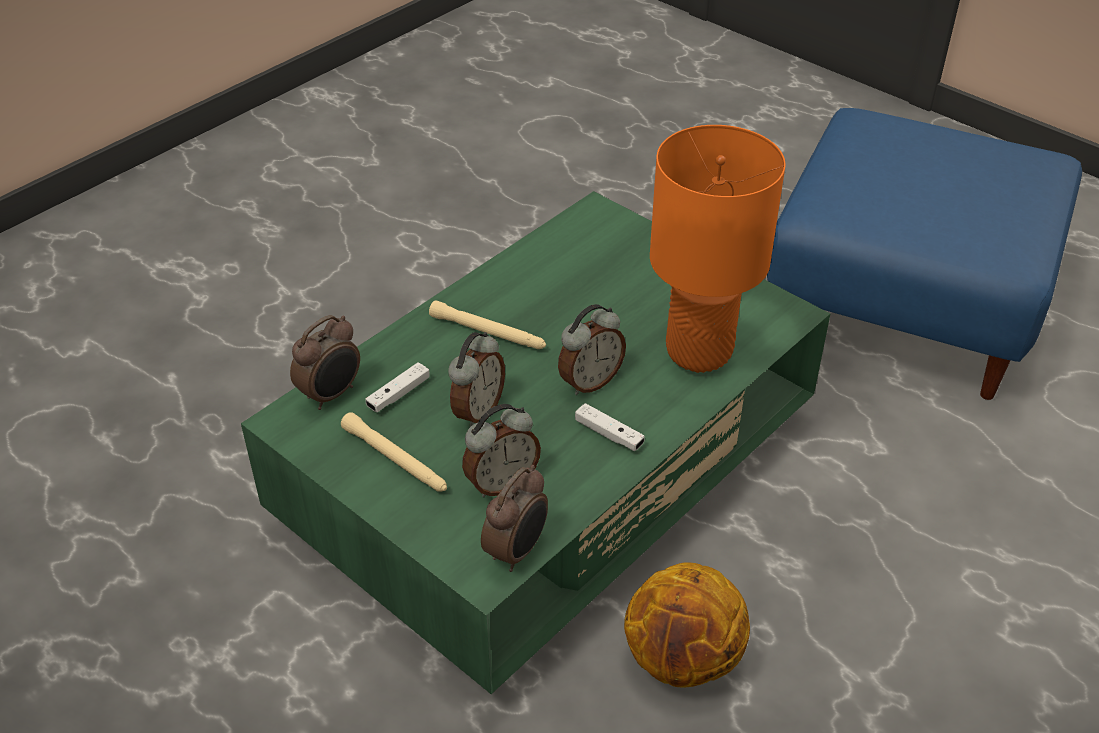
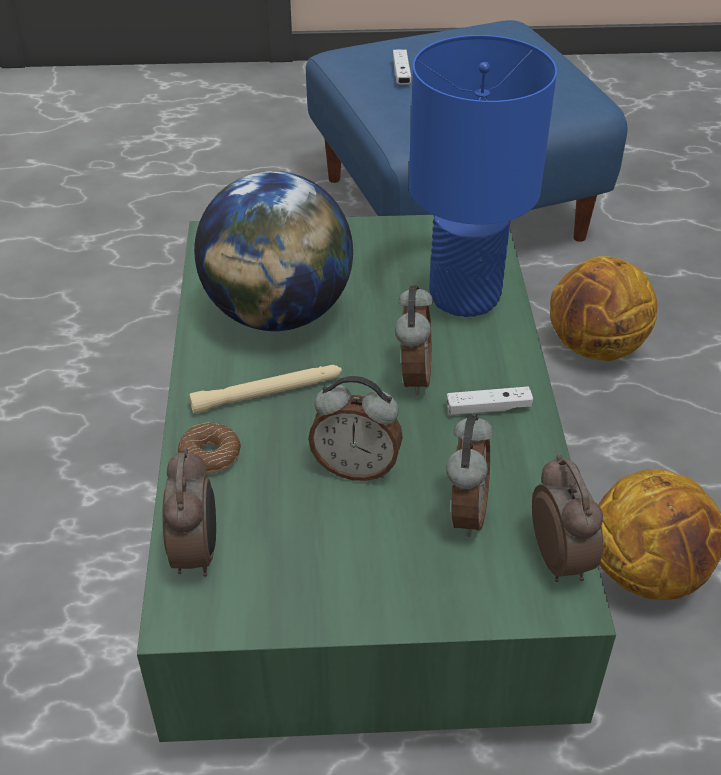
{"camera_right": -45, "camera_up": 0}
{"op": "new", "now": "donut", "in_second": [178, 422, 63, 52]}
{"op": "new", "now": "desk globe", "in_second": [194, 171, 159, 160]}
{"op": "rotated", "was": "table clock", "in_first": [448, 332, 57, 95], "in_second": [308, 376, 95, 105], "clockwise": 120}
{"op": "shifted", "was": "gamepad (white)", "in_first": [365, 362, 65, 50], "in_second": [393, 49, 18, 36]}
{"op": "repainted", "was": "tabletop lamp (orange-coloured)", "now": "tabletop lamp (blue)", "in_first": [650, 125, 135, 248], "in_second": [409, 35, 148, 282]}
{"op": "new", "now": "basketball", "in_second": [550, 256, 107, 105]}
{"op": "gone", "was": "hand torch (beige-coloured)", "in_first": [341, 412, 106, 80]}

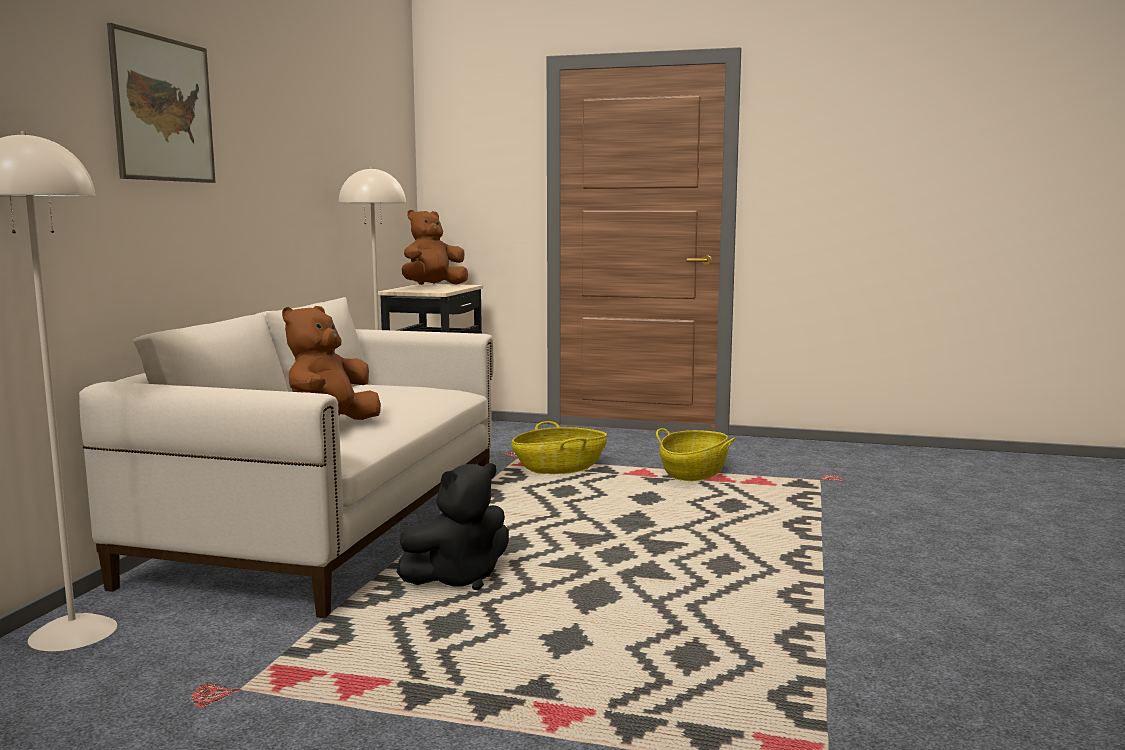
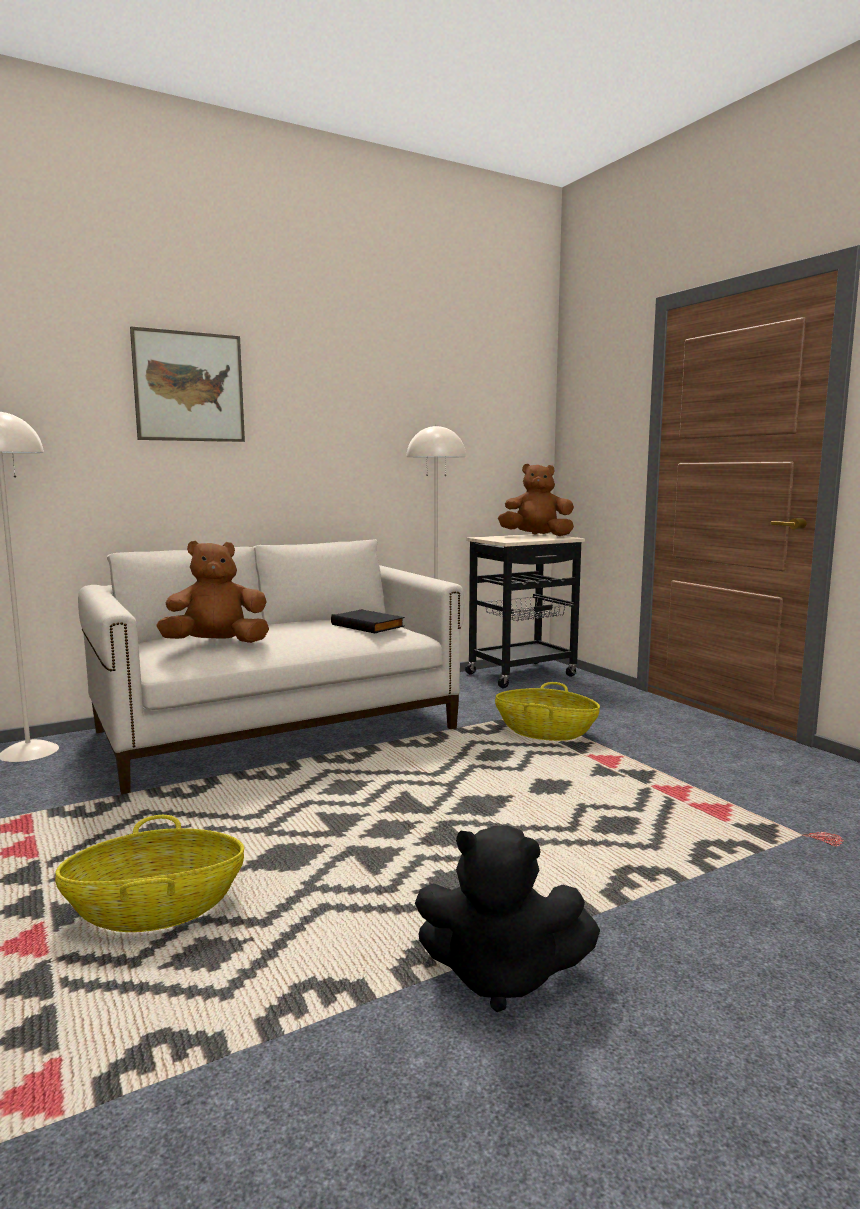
{"camera_right": 45, "camera_up": 0}
{"op": "shifted", "was": "basket", "in_first": [656, 428, 79, 53], "in_second": [55, 815, 189, 117]}
{"op": "new", "now": "volume (blackish)", "in_second": [331, 609, 74, 24]}
{"op": "shifted", "was": "plush toy (blackish)", "in_first": [397, 463, 112, 127], "in_second": [415, 825, 185, 187]}

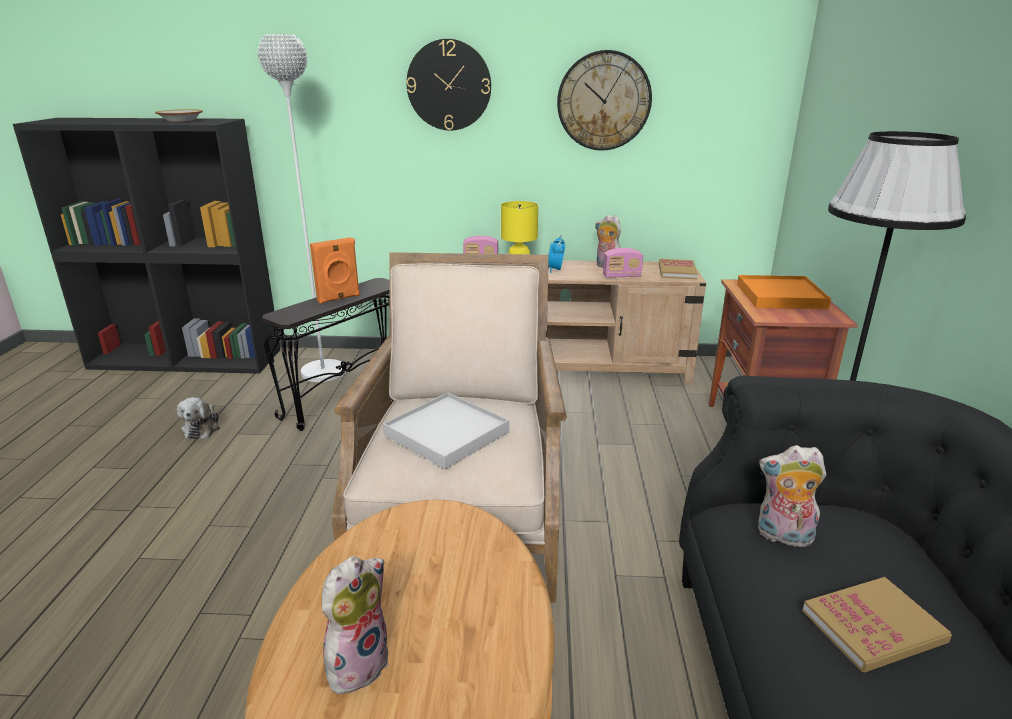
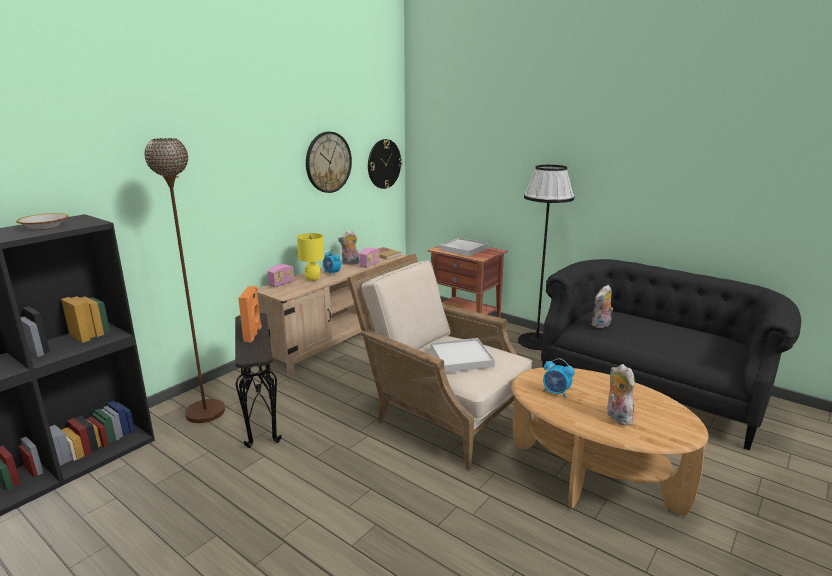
{"camera_right": -55, "camera_up": -5}
{"op": "repainted", "was": "floor lamp (white)", "now": "floor lamp (brownish)", "in_first": [258, 34, 87, 348], "in_second": [145, 138, 80, 285]}
{"op": "shifted", "was": "wall clock", "in_first": [406, 39, 85, 91], "in_second": [368, 139, 34, 50]}
{"op": "repainted", "was": "tray (orange-coloured)", "now": "tray (white)", "in_first": [737, 275, 94, 34], "in_second": [439, 238, 49, 18]}
{"op": "new", "now": "table clock", "in_second": [543, 358, 32, 40]}
{"op": "gone", "was": "plush toy", "in_first": [177, 397, 43, 43]}
{"op": "gone", "was": "volume", "in_first": [802, 577, 150, 96]}

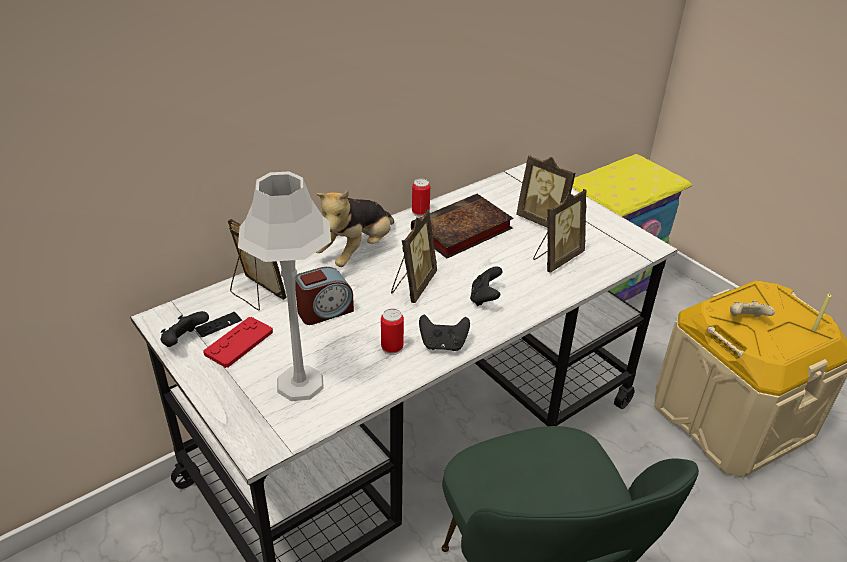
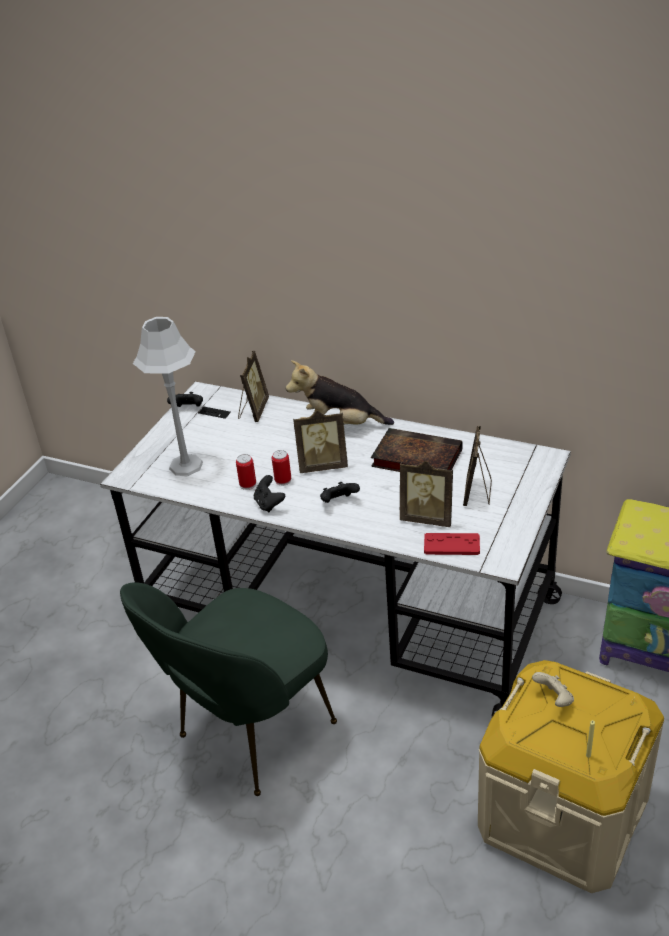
{"camera_right": 65, "camera_up": 0}
{"op": "shifted", "was": "sealed can", "in_first": [412, 179, 18, 38], "in_second": [272, 450, 19, 36]}
{"op": "shifted", "was": "gamepad (reddish)", "in_first": [204, 317, 69, 51], "in_second": [424, 533, 56, 22]}
{"op": "gone", "was": "table clock", "in_first": [295, 267, 59, 58]}

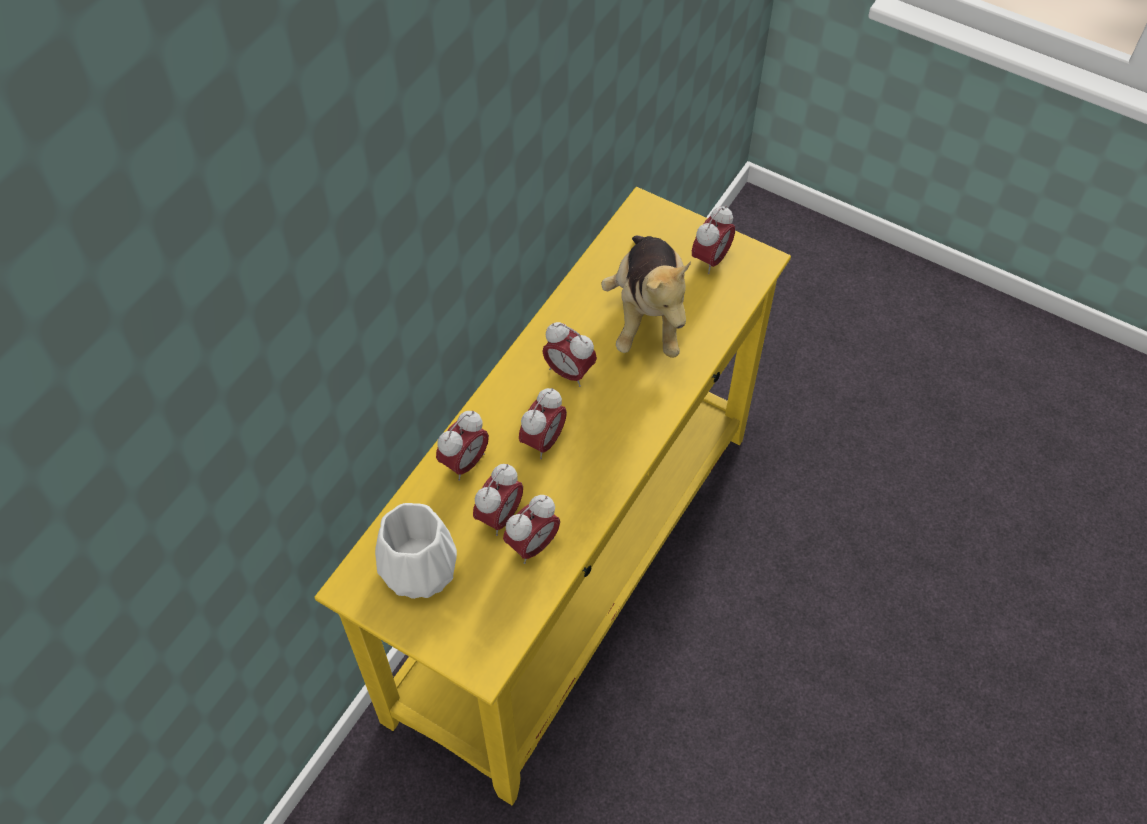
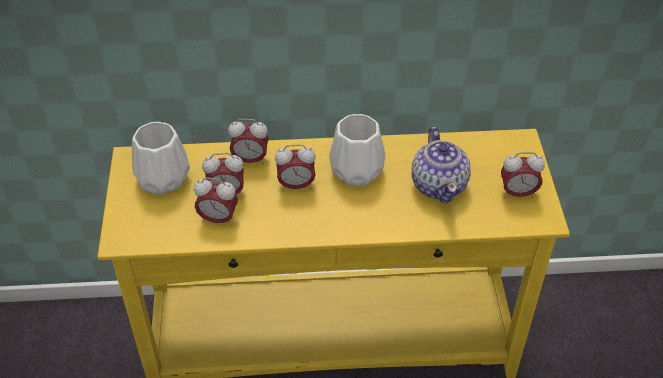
{"camera_right": 55, "camera_up": -10}
{"op": "swapped", "was": "table clock", "now": "decorative vase (white)", "in_first": [542, 322, 55, 65], "in_second": [329, 114, 56, 72]}
{"op": "swapped", "was": "plush toy", "now": "pot for tea", "in_first": [601, 236, 90, 122], "in_second": [412, 127, 59, 76]}

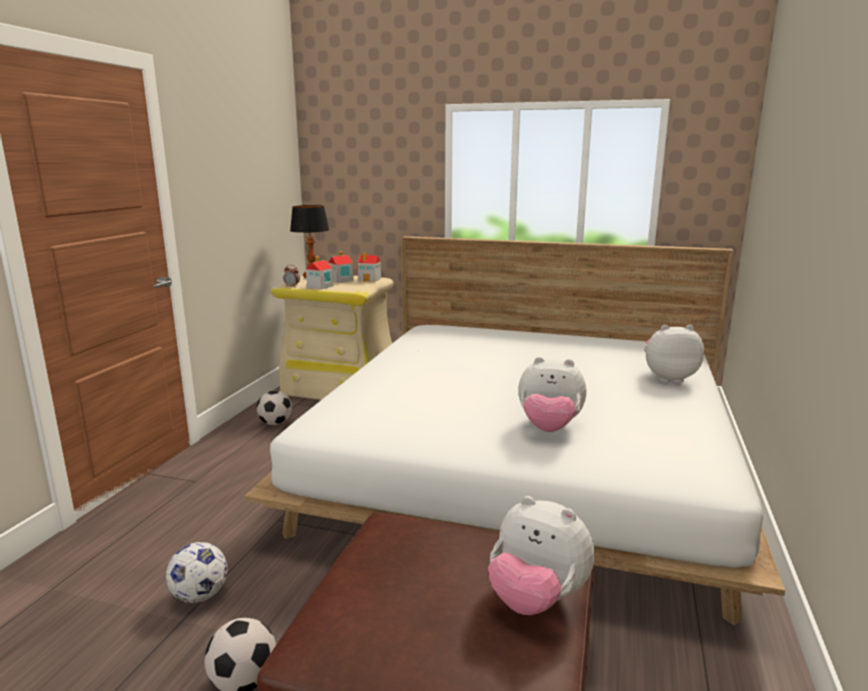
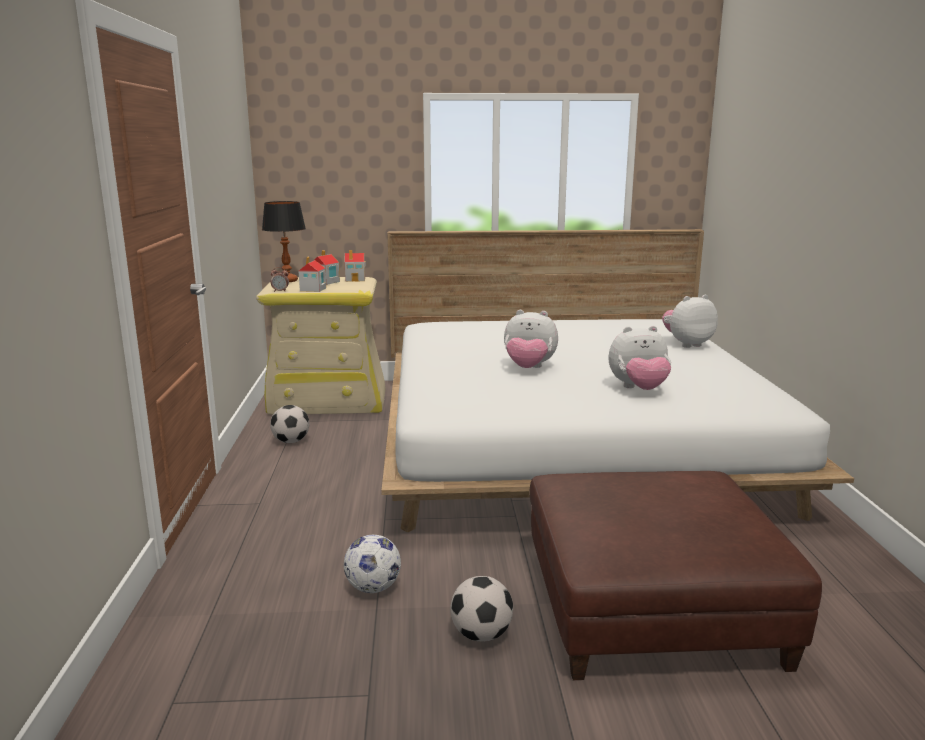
{"camera_right": -20, "camera_up": 0}
{"op": "shifted", "was": "plush toy", "in_first": [488, 496, 106, 119], "in_second": [504, 310, 54, 58]}

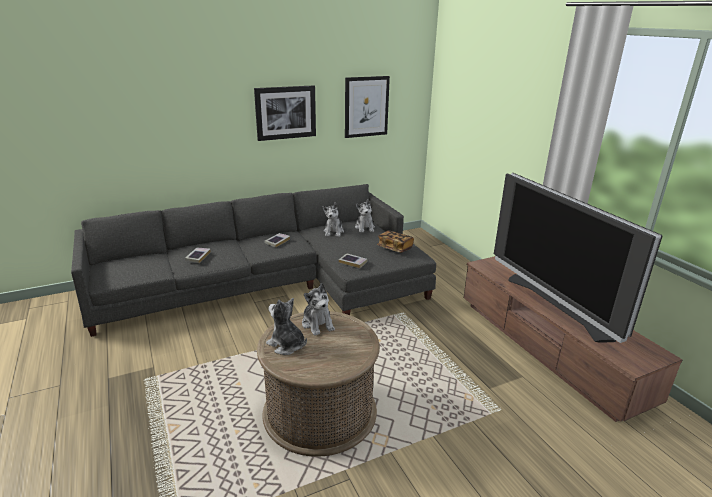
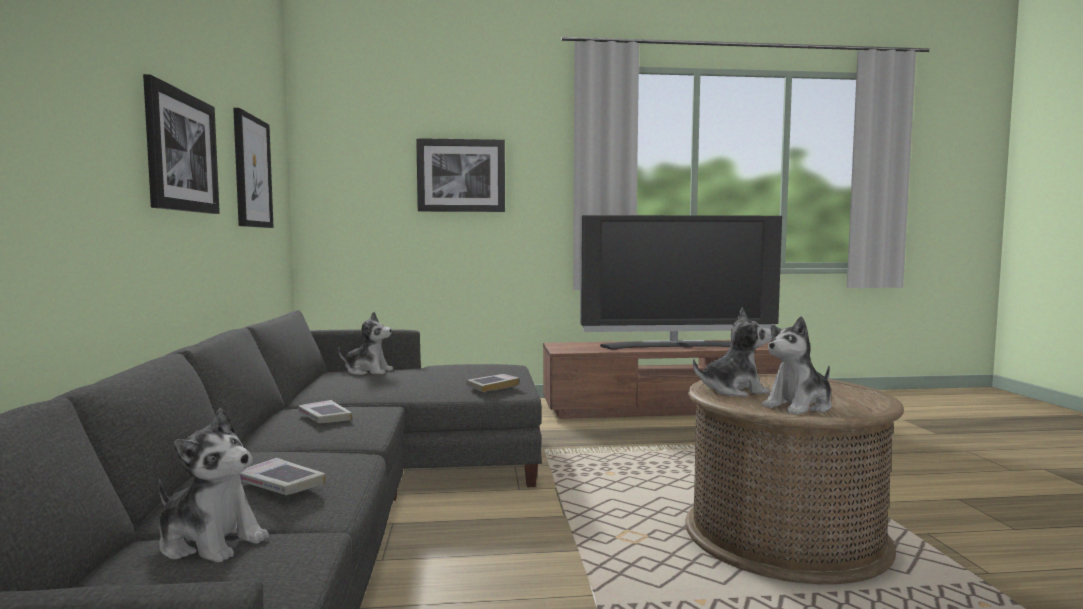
{"camera_right": -70, "camera_up": -20}
{"op": "shifted", "was": "plush toy", "in_first": [323, 203, 21, 34], "in_second": [158, 408, 111, 154]}
{"op": "new", "now": "picture", "in_second": [416, 138, 89, 74]}
{"op": "gone", "was": "volume", "in_first": [377, 231, 37, 22]}

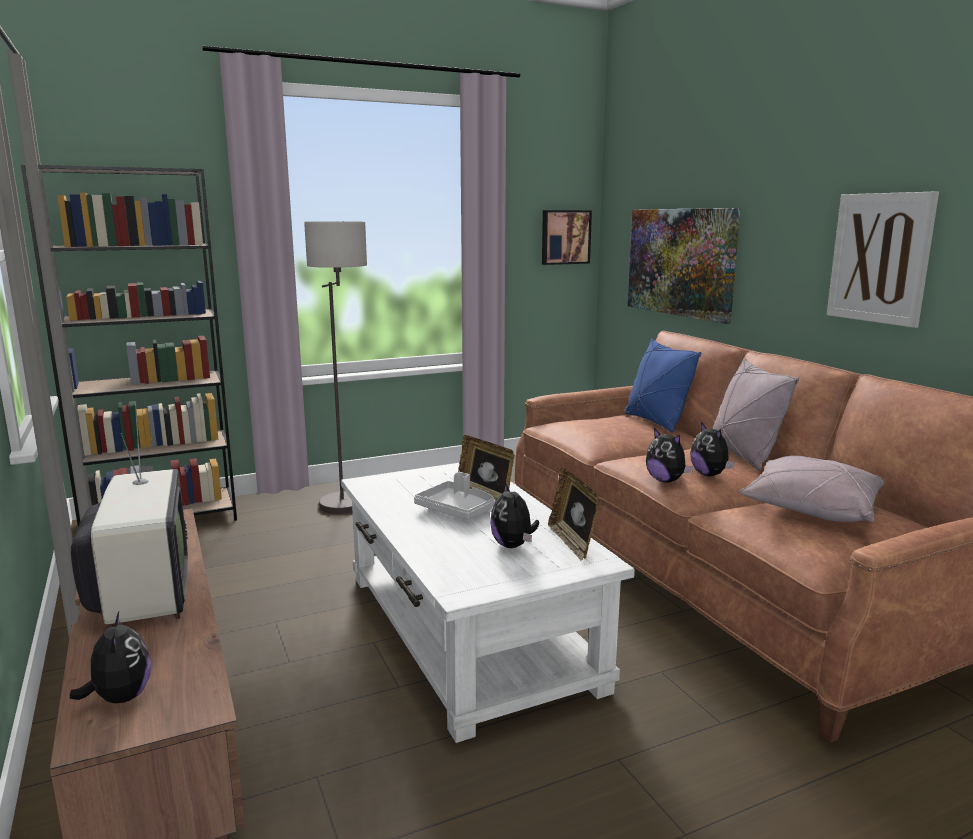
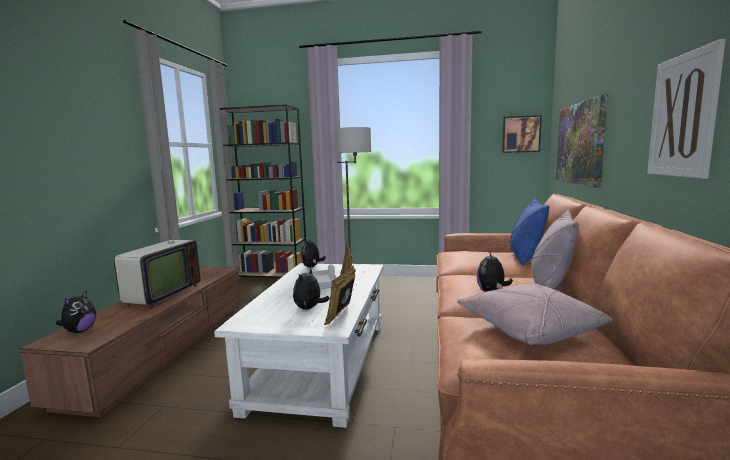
{"camera_right": 35, "camera_up": -5}
{"op": "shifted", "was": "plush toy", "in_first": [646, 428, 47, 55], "in_second": [301, 238, 25, 29]}

